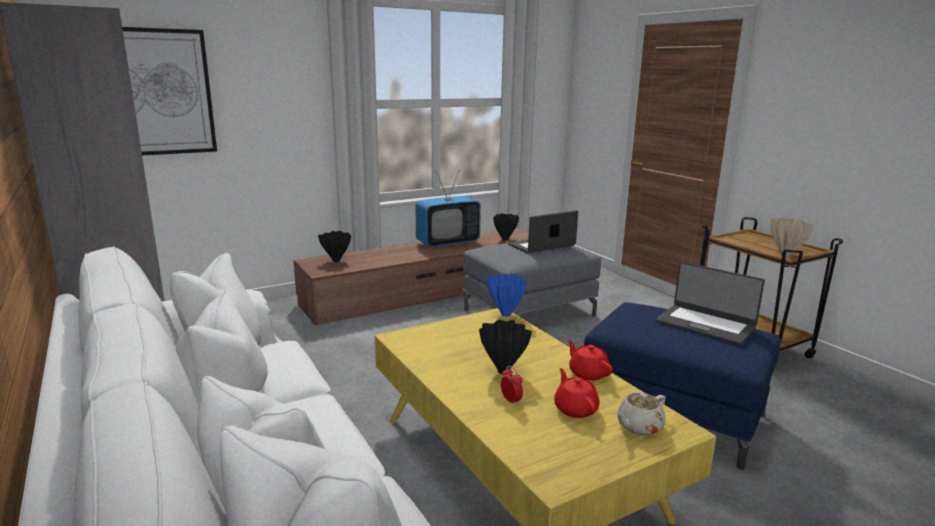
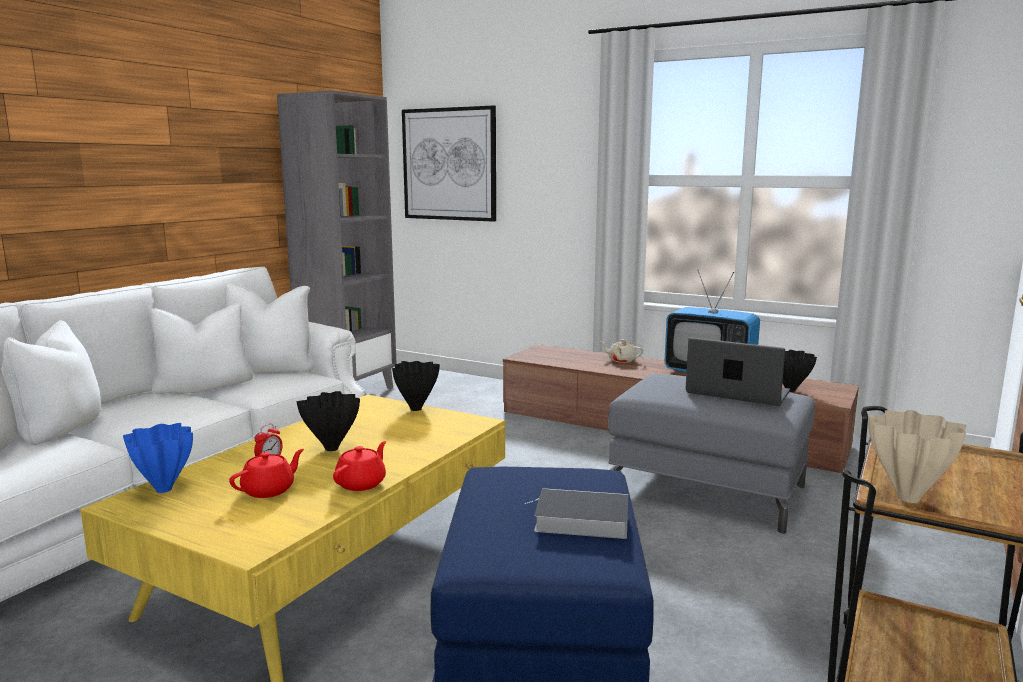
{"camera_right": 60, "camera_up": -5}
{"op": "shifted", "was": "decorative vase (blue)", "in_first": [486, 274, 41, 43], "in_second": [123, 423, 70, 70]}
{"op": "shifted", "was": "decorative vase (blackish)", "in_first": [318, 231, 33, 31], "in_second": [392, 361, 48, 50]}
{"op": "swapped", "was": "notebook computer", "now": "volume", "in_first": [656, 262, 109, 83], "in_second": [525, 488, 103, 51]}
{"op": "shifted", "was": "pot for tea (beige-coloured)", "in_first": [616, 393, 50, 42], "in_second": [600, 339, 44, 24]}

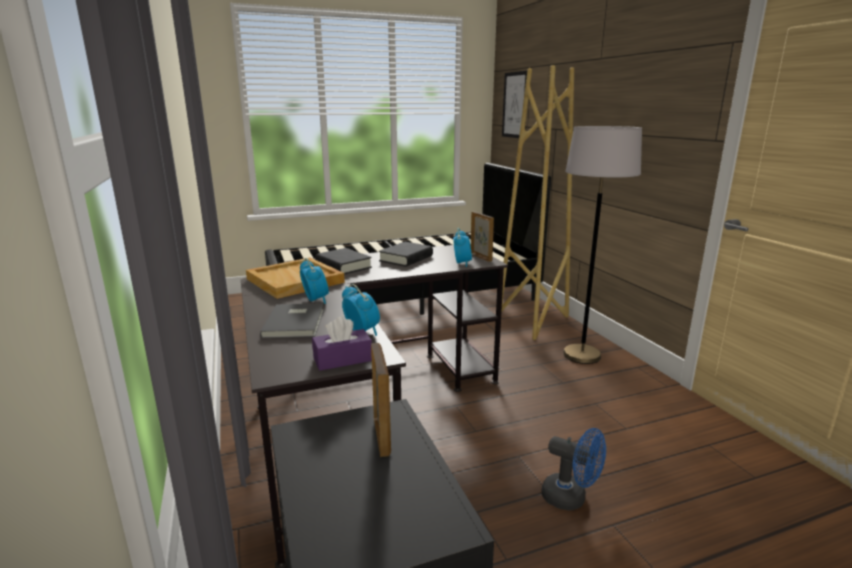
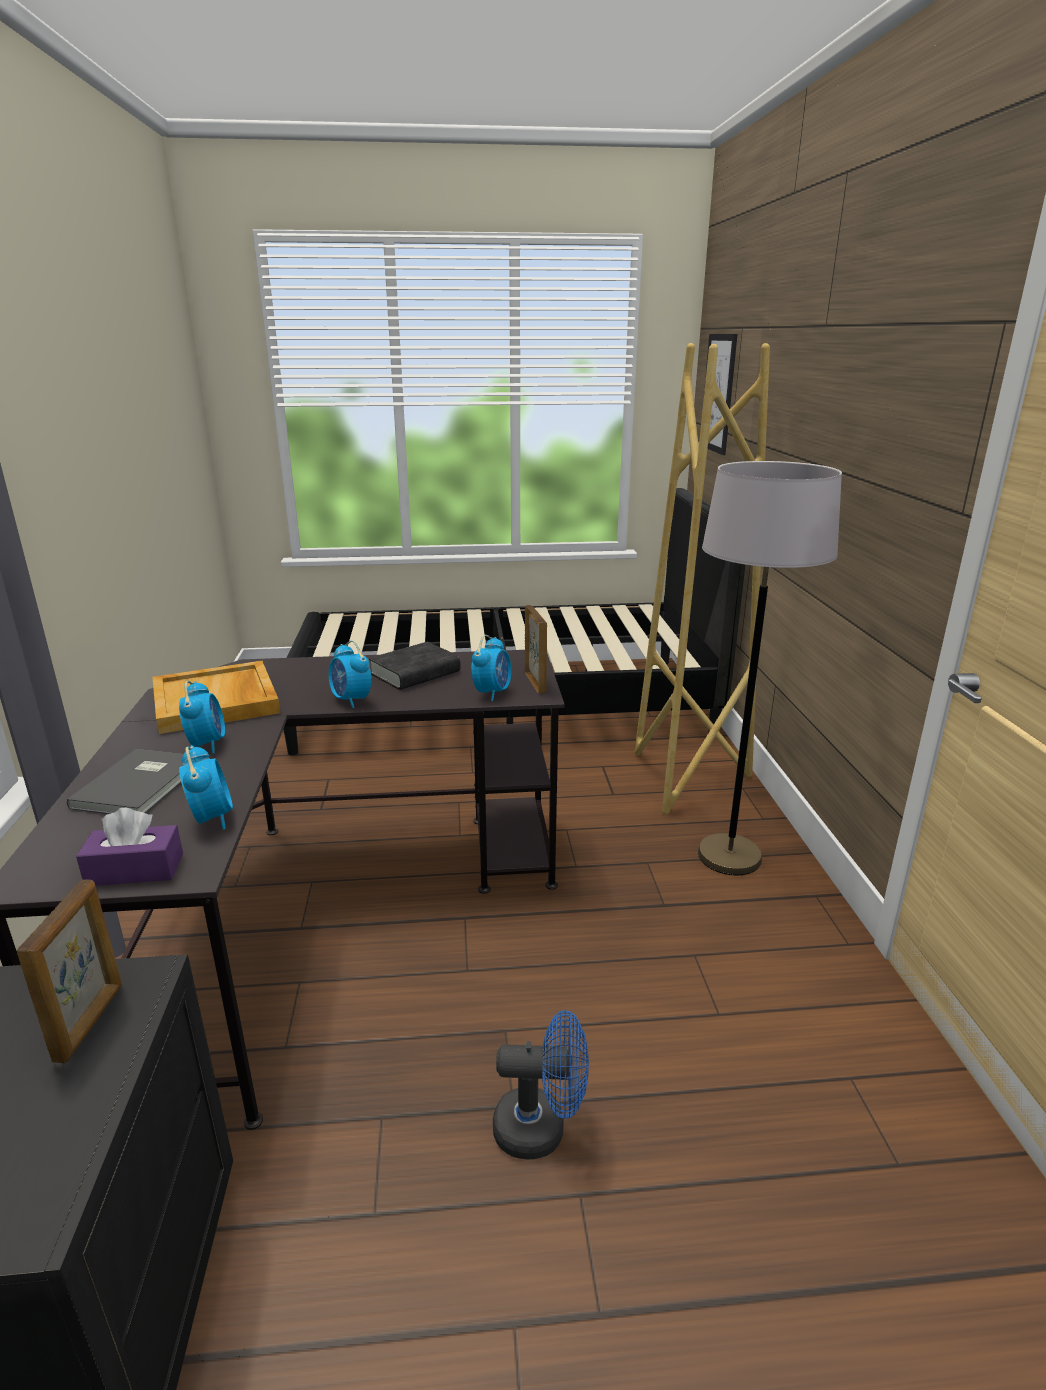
{"camera_right": 15, "camera_up": 5}
{"op": "new", "now": "table clock", "in_second": [328, 641, 43, 67]}
{"op": "rotated", "was": "fan (blue)", "in_first": [541, 428, 65, 83], "in_second": [493, 1010, 96, 149], "clockwise": -45}
{"op": "gone", "was": "volume (blackish)", "in_first": [315, 248, 57, 26]}

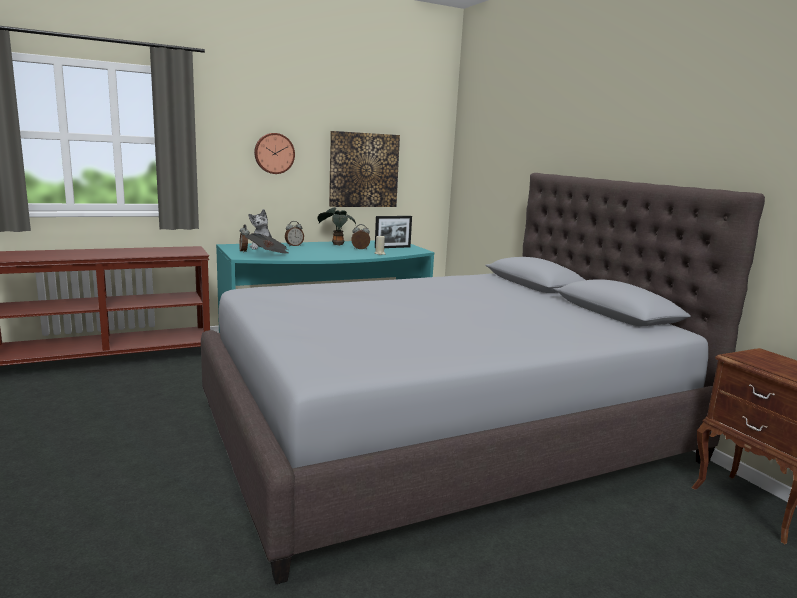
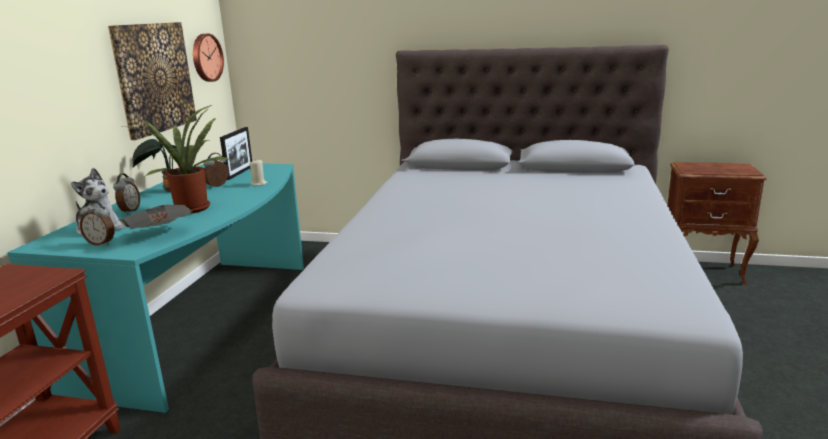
{"camera_right": -50, "camera_up": 5}
{"op": "new", "now": "houseplant", "in_second": [132, 105, 99, 109]}
{"op": "shifted", "was": "wall clock", "in_first": [254, 133, 41, 41], "in_second": [193, 34, 31, 48]}

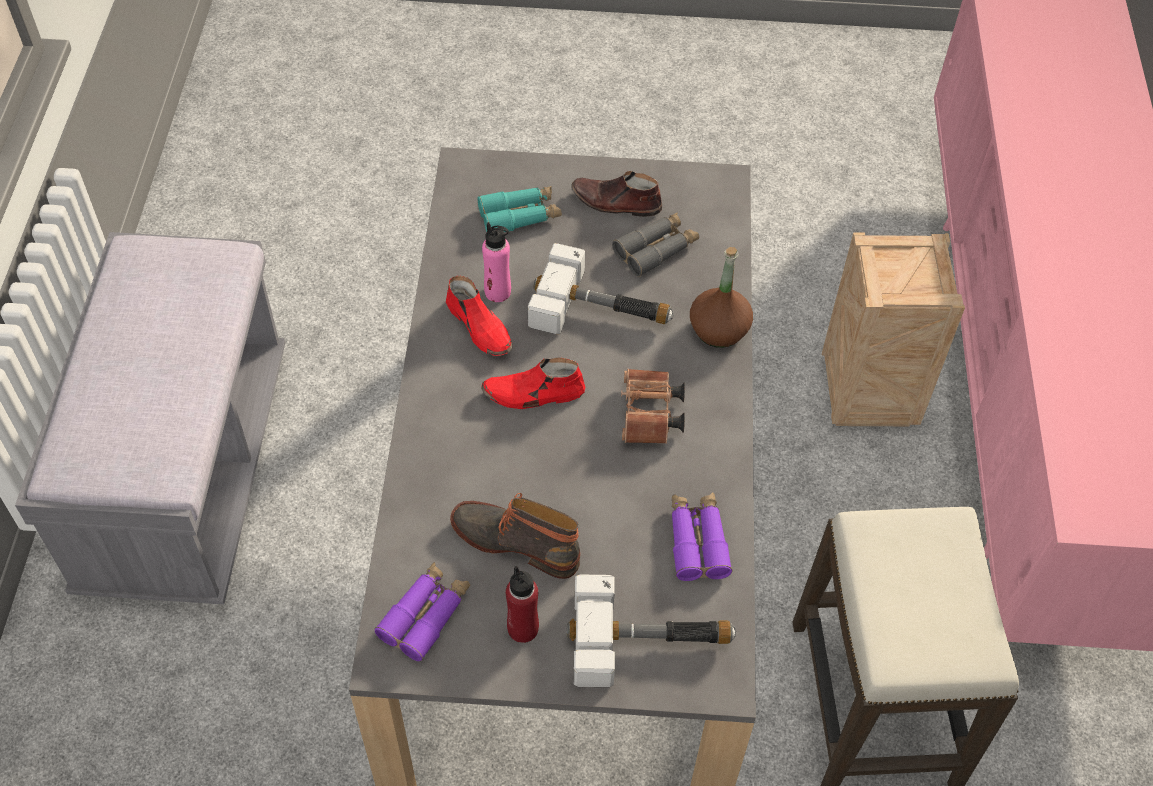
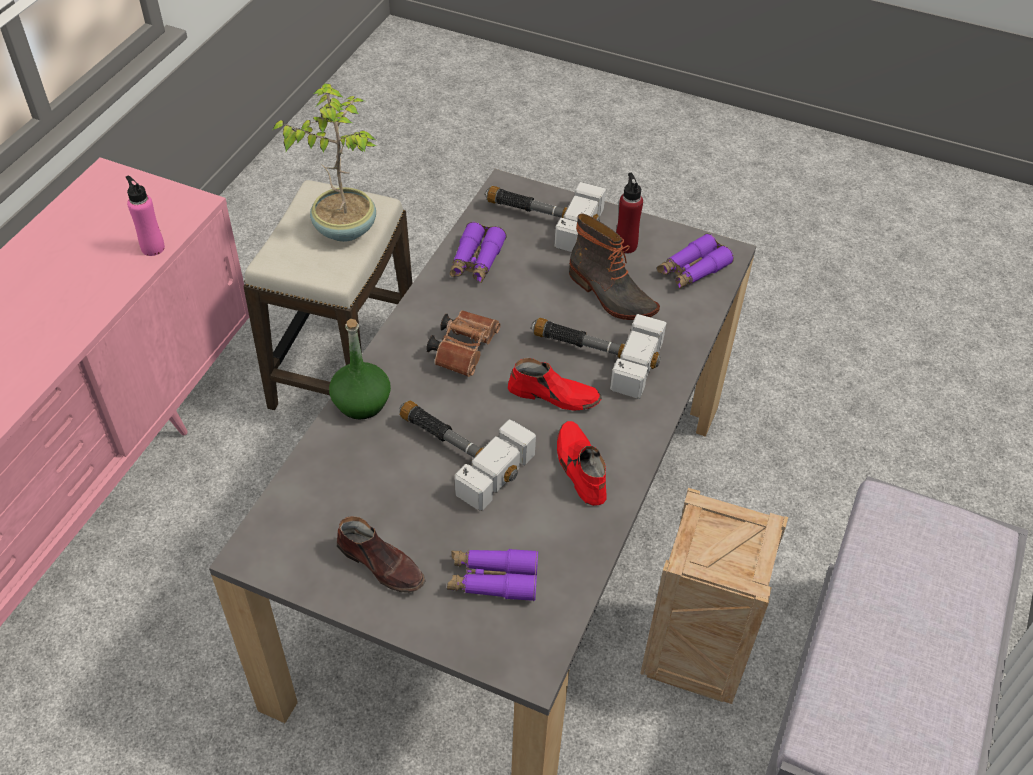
{"camera_right": -160, "camera_up": -5}
{"op": "shifted", "was": "drink bottle (pink-coloured)", "in_first": [482, 222, 29, 80], "in_second": [126, 176, 39, 80]}
{"op": "new", "now": "houseplant", "in_second": [273, 83, 104, 159]}
{"op": "repainted", "was": "drink bottle (brownish)", "now": "drink bottle (green-coloured)", "in_first": [690, 247, 63, 101], "in_second": [329, 319, 62, 101]}
{"op": "repainted", "was": "binoculars (turquoise-coloured)", "now": "binoculars (purple)", "in_first": [478, 186, 84, 46], "in_second": [447, 549, 91, 52]}
{"op": "new", "now": "hammer", "in_second": [531, 314, 135, 85]}
{"op": "shifted", "was": "crate", "in_first": [822, 232, 143, 194], "in_second": [640, 488, 148, 216]}
{"op": "gone", "was": "binoculars (grey)", "in_first": [612, 212, 87, 65]}

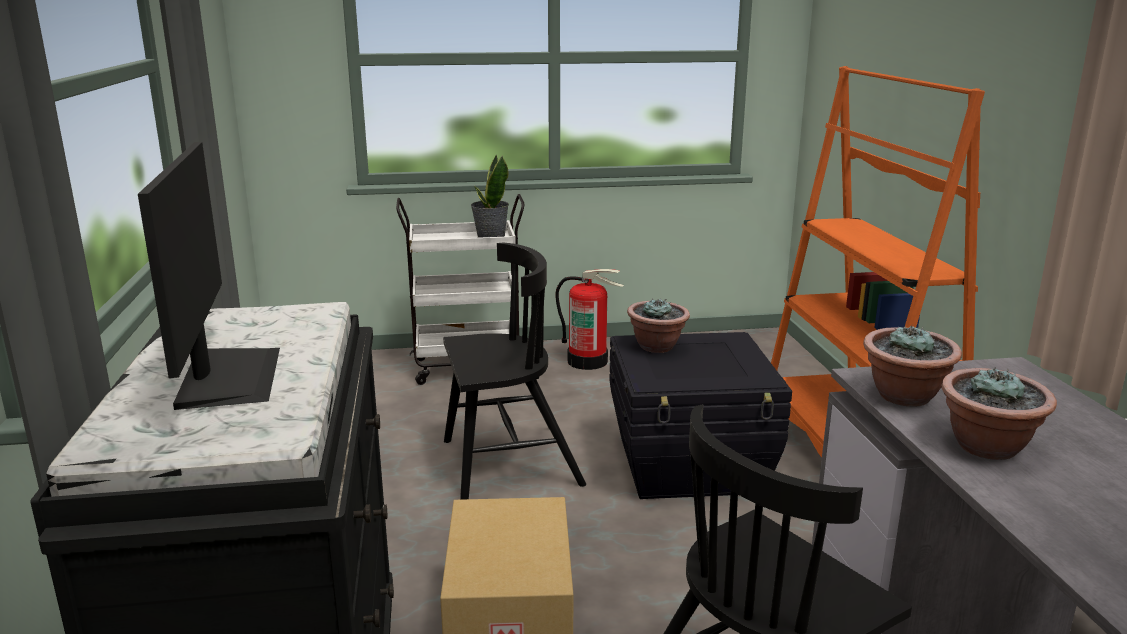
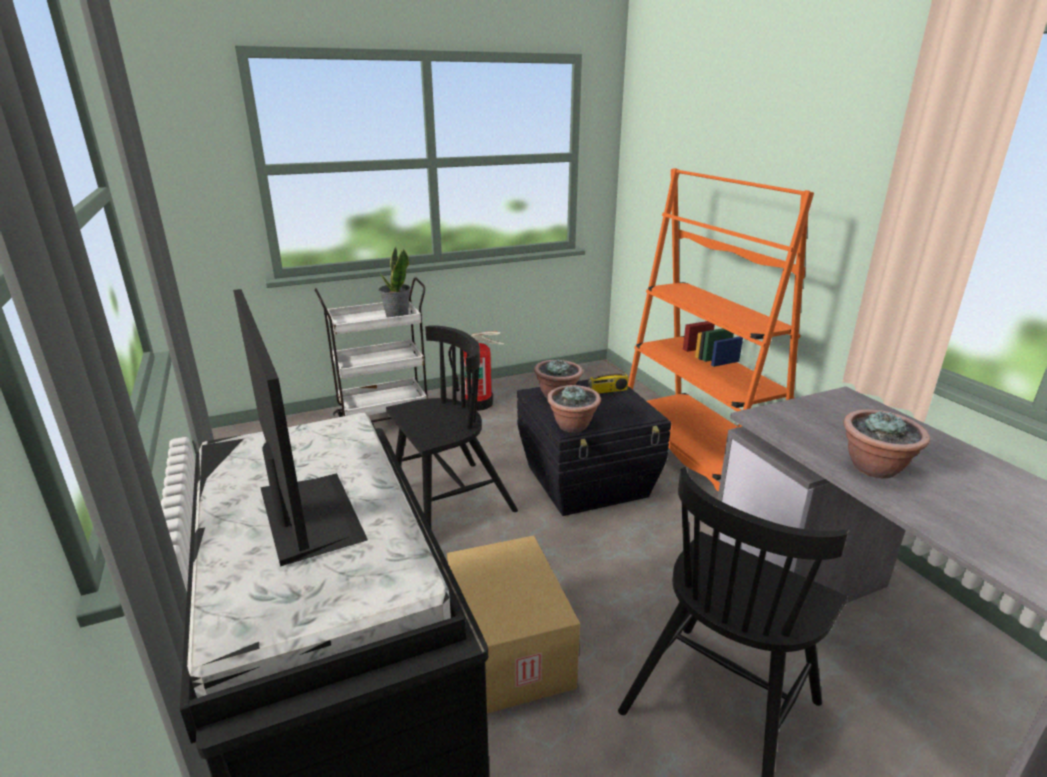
{"camera_right": -15, "camera_up": 5}
{"op": "shifted", "was": "houseplant", "in_first": [863, 325, 99, 82], "in_second": [547, 385, 54, 48]}
{"op": "new", "now": "radio set", "in_second": [588, 355, 41, 39]}

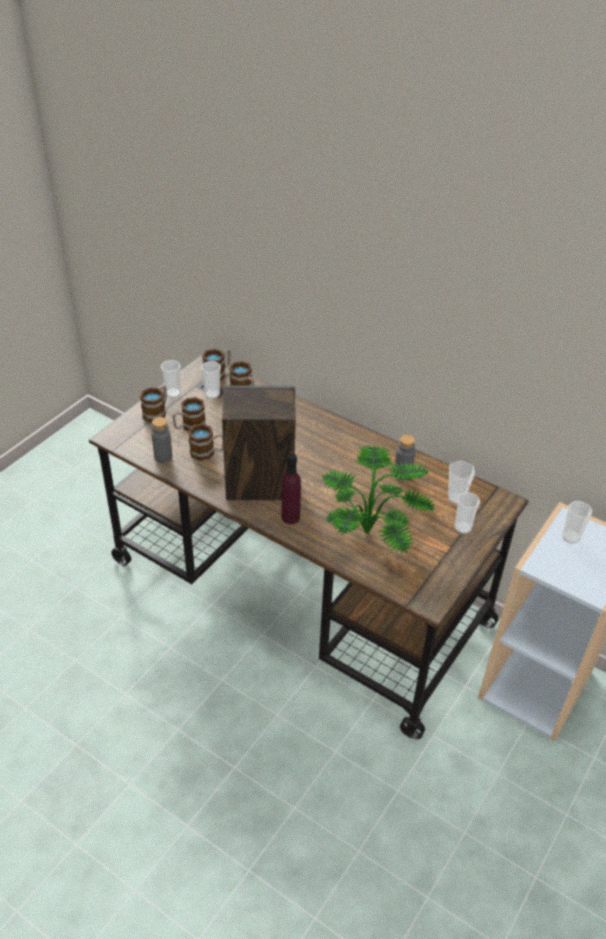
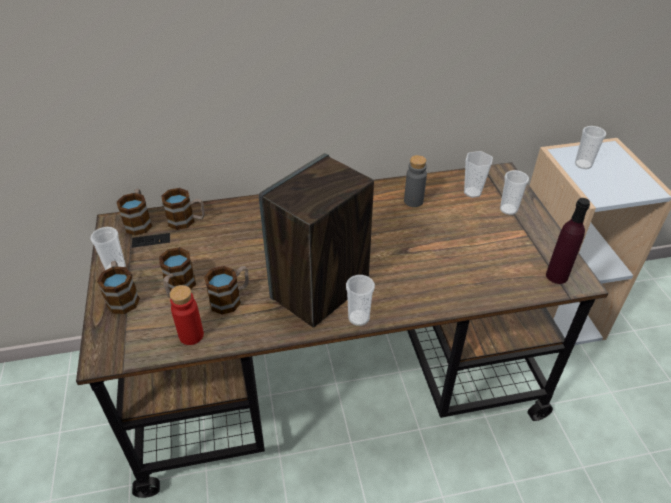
{"camera_right": -45, "camera_up": 0}
{"op": "repainted", "was": "drink bottle (grey)", "now": "drink bottle (reddish)", "in_first": [152, 417, 20, 46], "in_second": [169, 285, 35, 60]}
{"op": "shifted", "was": "drinking cup", "in_first": [201, 361, 20, 38], "in_second": [346, 275, 29, 51]}
{"op": "shifted", "was": "drink bottle (purple)", "in_first": [281, 453, 20, 71], "in_second": [546, 198, 44, 86]}
{"op": "gone", "was": "houseplant", "in_first": [320, 445, 115, 109]}

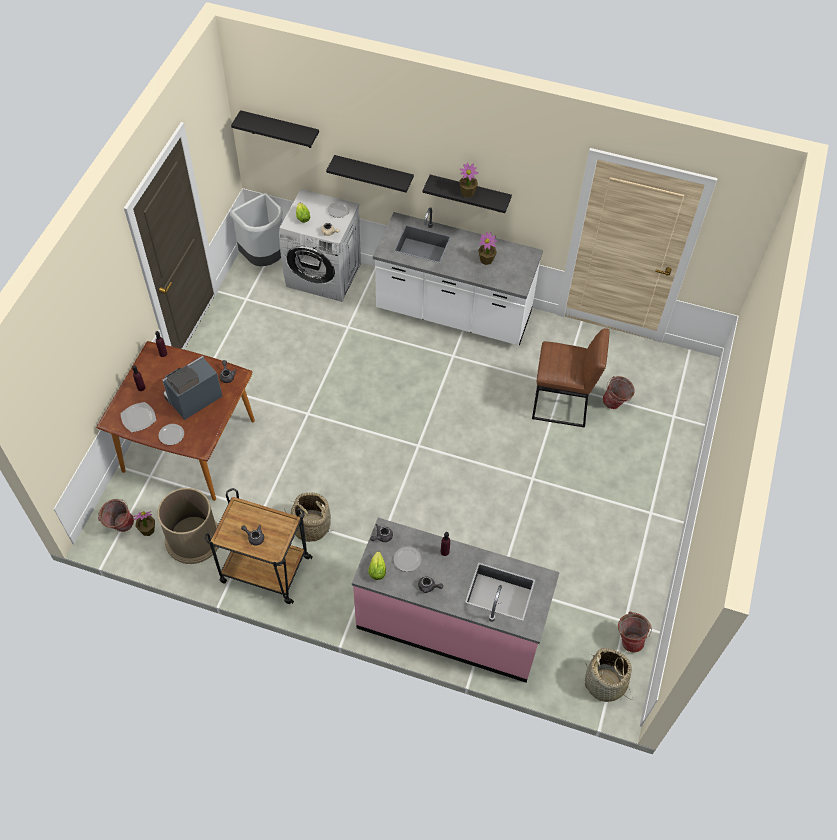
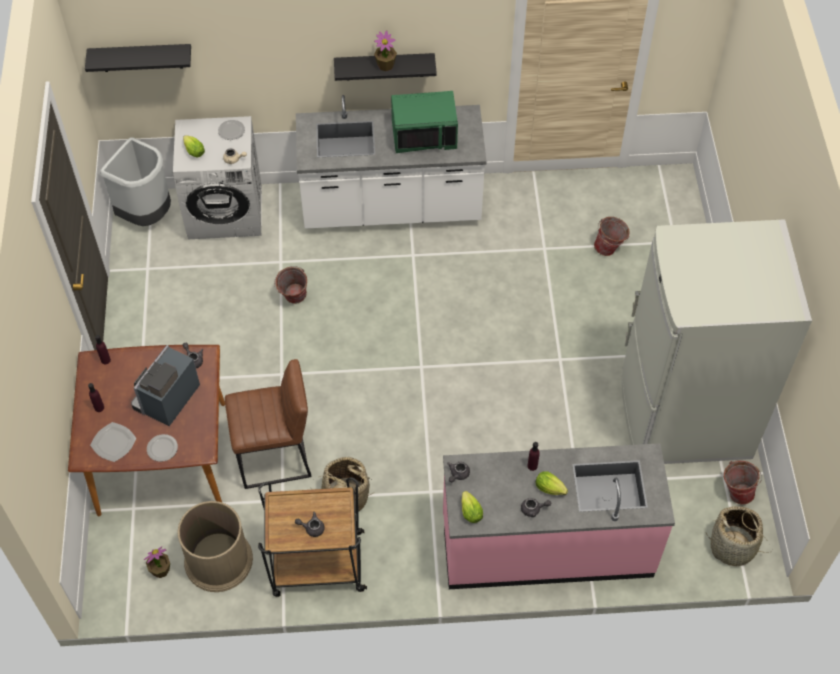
{"camera_right": -20, "camera_up": 0}
{"op": "shifted", "was": "upright chair (brownish)", "in_first": [532, 328, 77, 99], "in_second": [225, 359, 87, 130]}
{"op": "shifted", "was": "pail", "in_first": [98, 499, 36, 33], "in_second": [274, 266, 33, 38]}
{"op": "swapped", "was": "houseplant", "now": "microwave (green-coloured)", "in_first": [478, 232, 19, 33], "in_second": [391, 91, 67, 62]}
{"op": "new", "now": "lettuce head", "in_second": [536, 471, 32, 24]}
{"op": "new", "now": "kitchen fridge (white)", "in_second": [621, 219, 191, 245]}
{"op": "gone", "was": "wall shelf (blackish)", "in_first": [326, 155, 88, 37]}
{"op": "gone", "was": "flat dish", "in_first": [394, 546, 27, 26]}

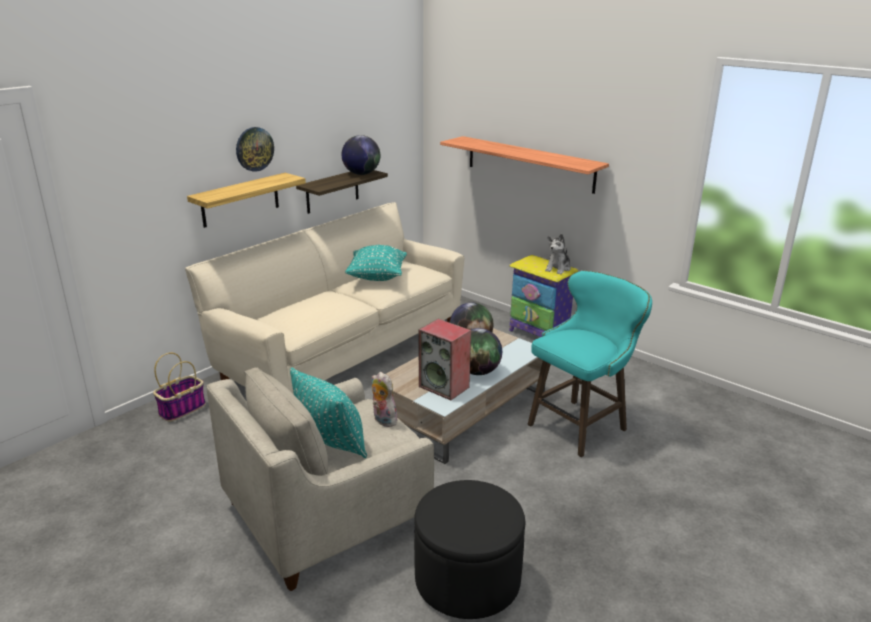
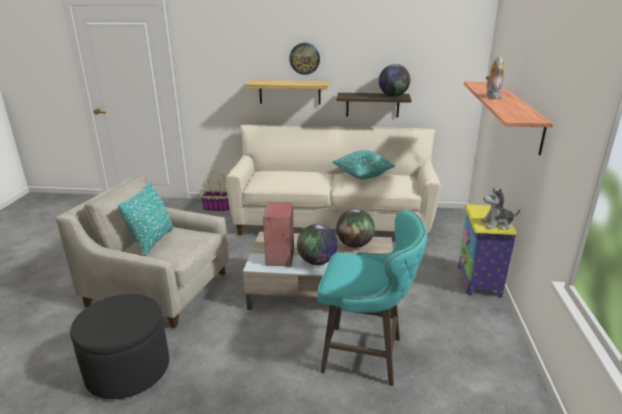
{"camera_right": 55, "camera_up": 0}
{"op": "shifted", "was": "plush toy", "in_first": [372, 372, 26, 55], "in_second": [486, 56, 18, 43]}

